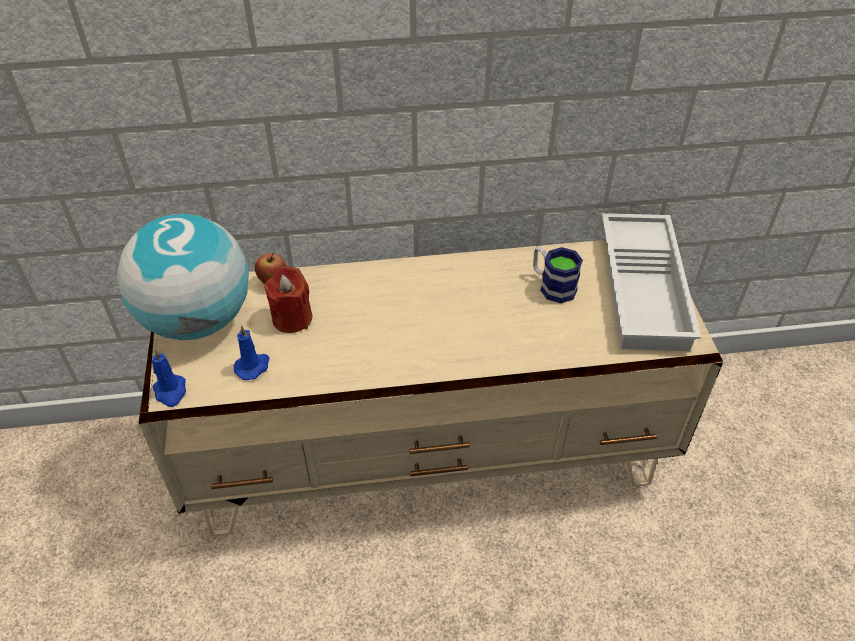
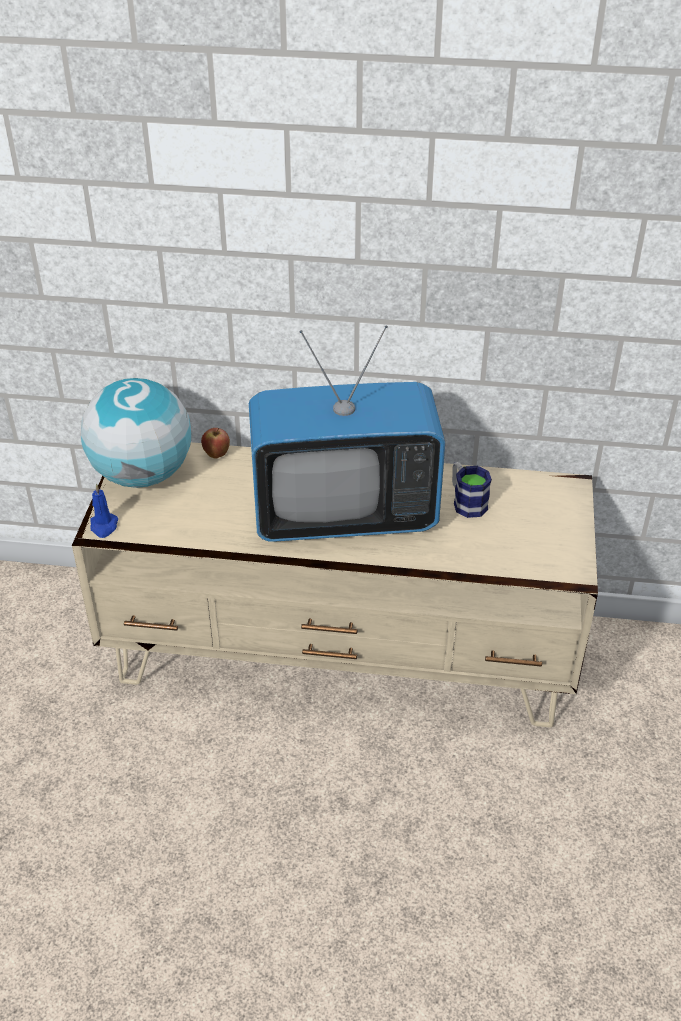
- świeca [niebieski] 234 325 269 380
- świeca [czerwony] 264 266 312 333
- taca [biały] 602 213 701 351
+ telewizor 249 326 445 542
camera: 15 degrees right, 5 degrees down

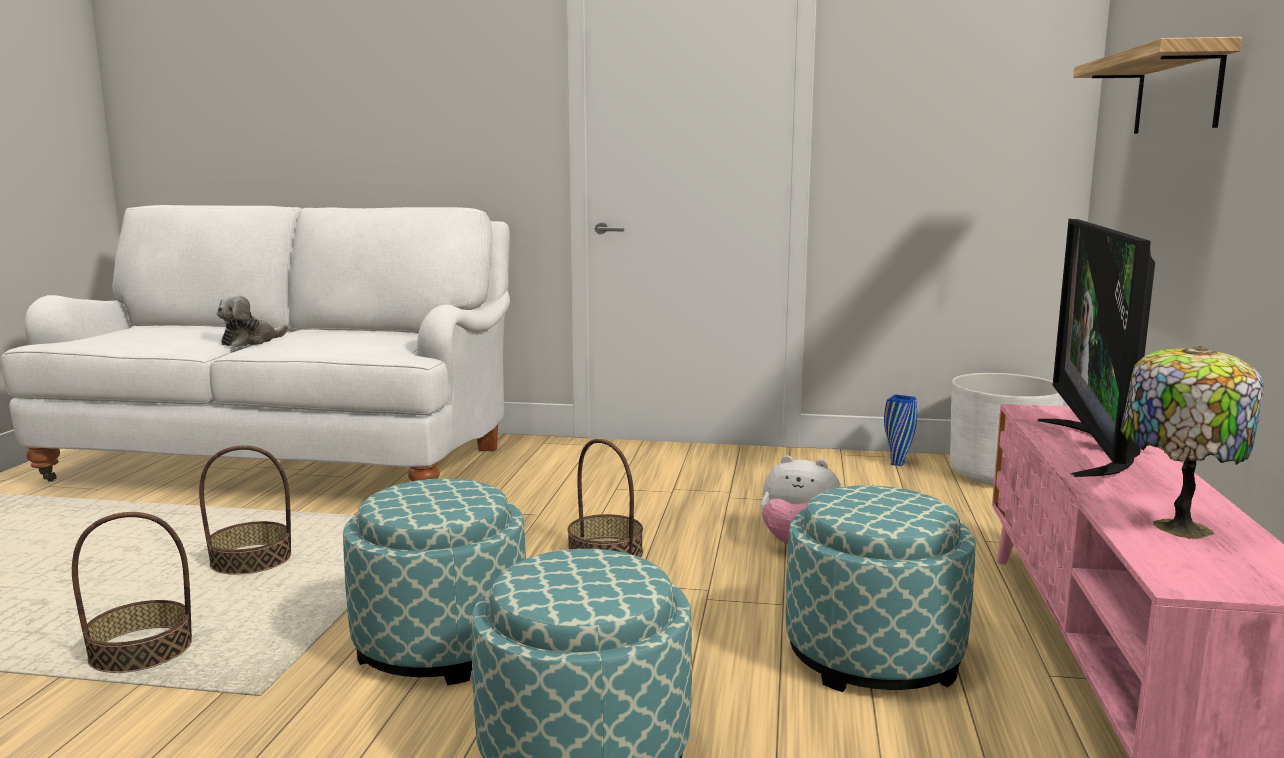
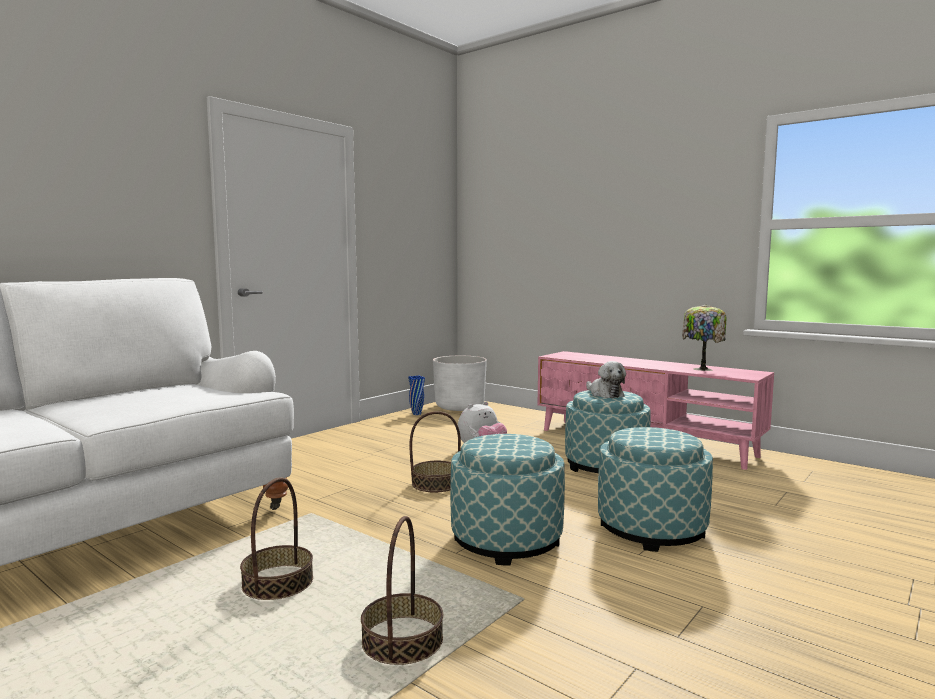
- telewizor 1037 219 1155 477
- półka 1073 37 1242 134
~ pluszak 217 294 288 347 to 586 361 626 398
camera: 60 degrees left, 5 degrees down

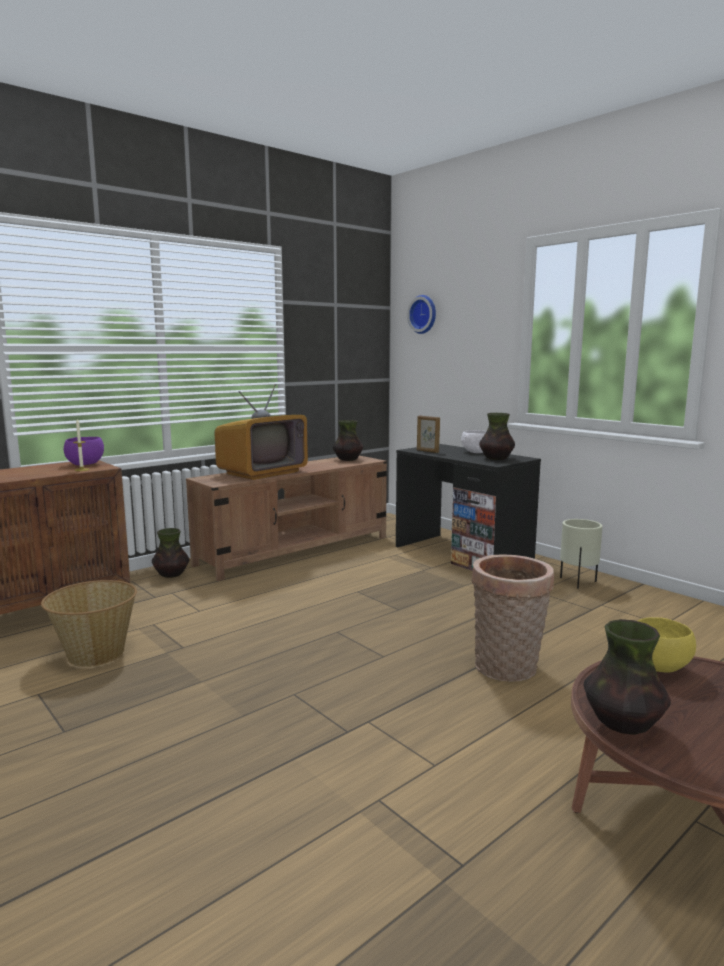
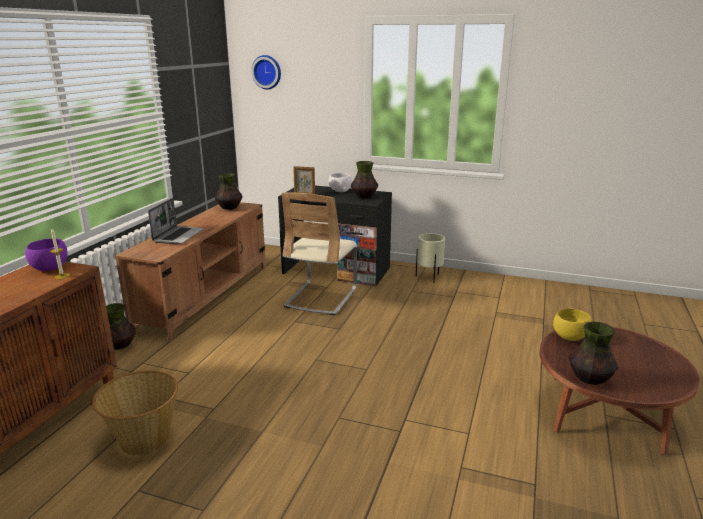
- koszyk 471 554 554 682
+ krzesło [beżowy] 282 193 357 315
~ telewizor 215 384 308 480 to laptop 148 198 204 244
camera: 30 degrees left, 10 degrees up

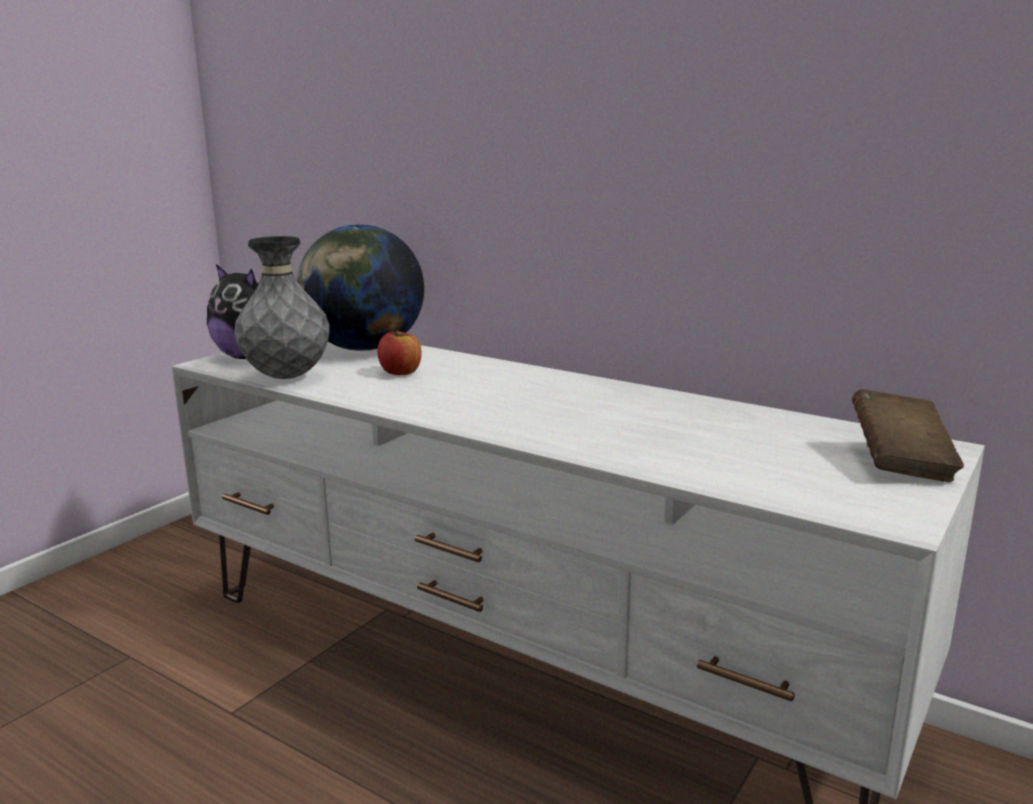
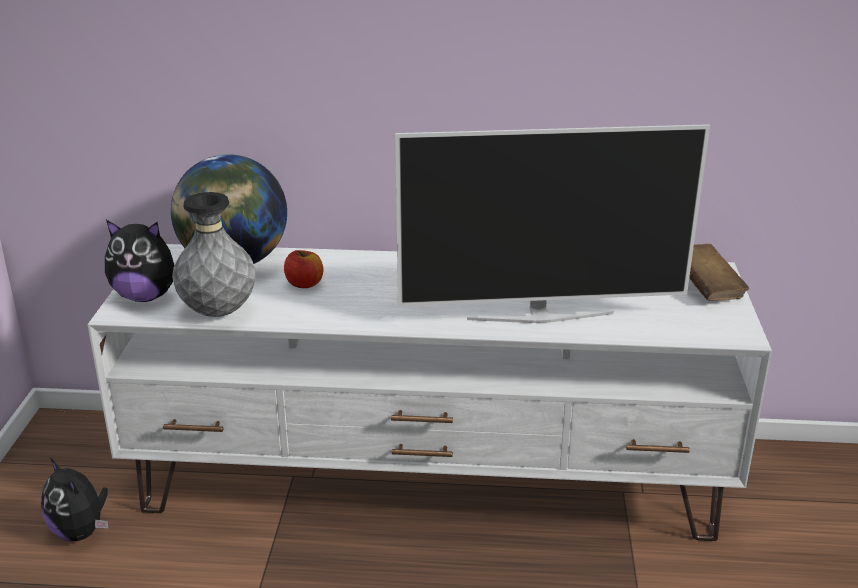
+ pluszak 41 458 109 541
+ telewizor 395 124 710 323
camera: 30 degrees left, 10 degrees up

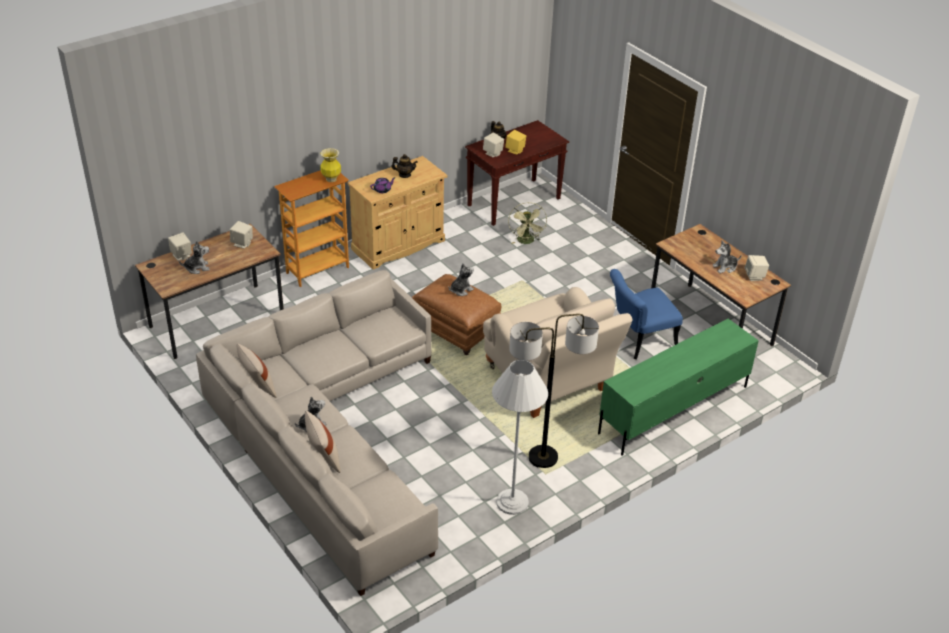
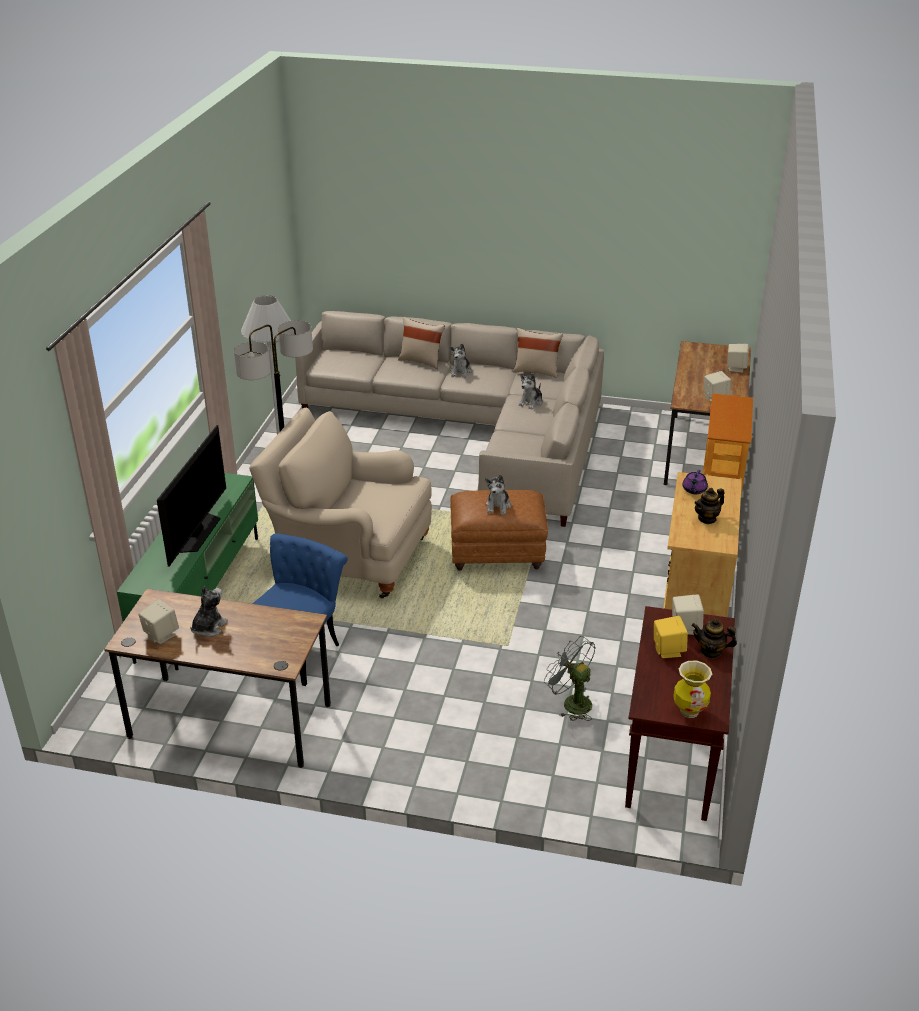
+ telewizor 157 425 226 567
~ pluszak 179 240 210 274 to 519 373 543 409
~ wazon 320 148 341 182 to 673 661 712 718
~ wentylator [zielony] 508 202 547 244 to wentylator [szary] 544 636 596 721
camera: 140 degrees right, 5 degrees down

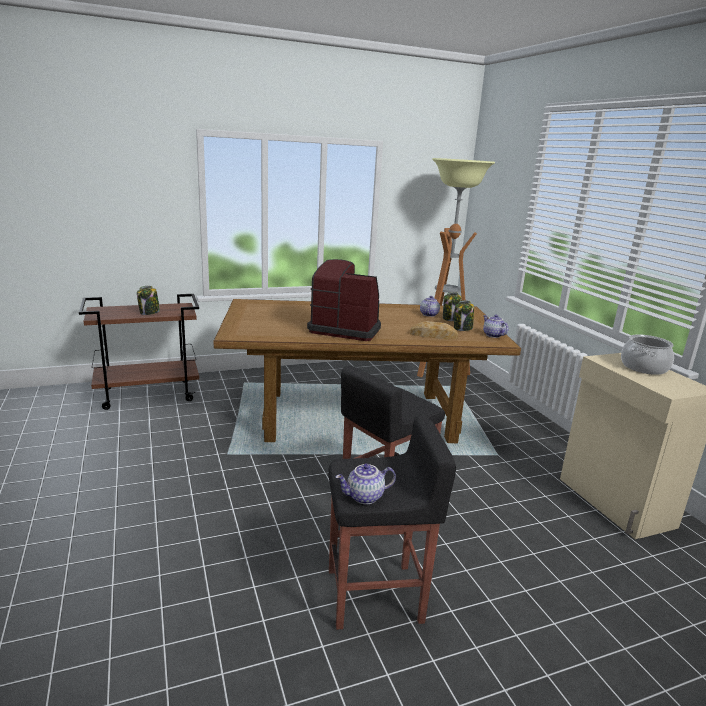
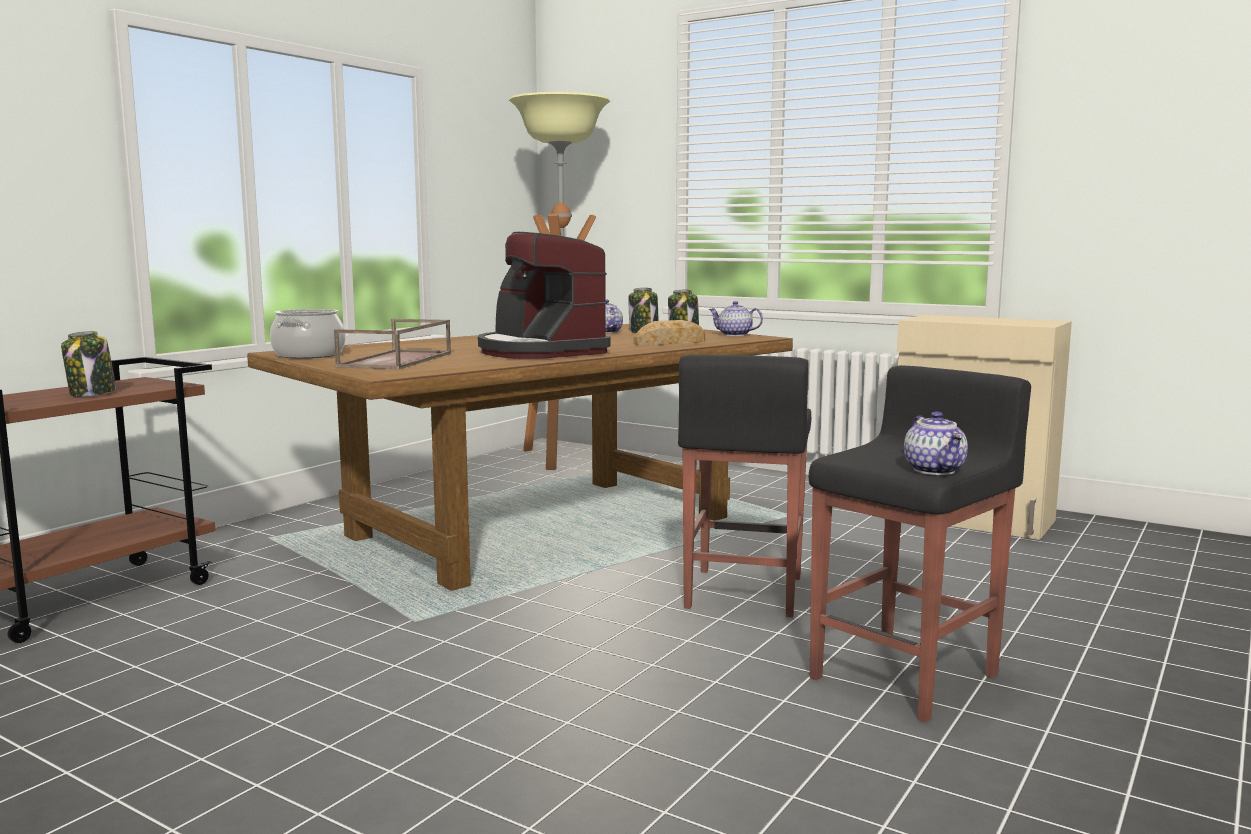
+ taca [brązowy] 334 319 451 370
~ garnek 621 334 674 375 to 270 309 346 358
~ ekspres do kawy 307 259 381 341 = 478 232 611 359 105 degrees counterclockwise
~ imbryk 336 464 396 504 = 904 411 968 475 45 degrees counterclockwise
camera: 35 degrees left, 10 degrees down

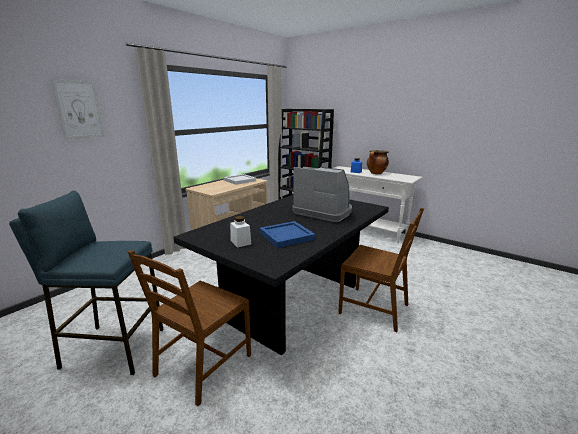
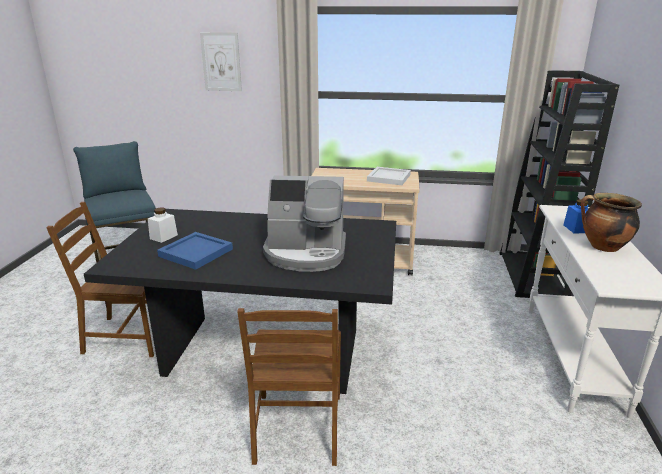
~ ekspres do kawy 292 167 352 222 = 263 175 346 272 90 degrees clockwise
camera: 60 degrees right, 5 degrees up

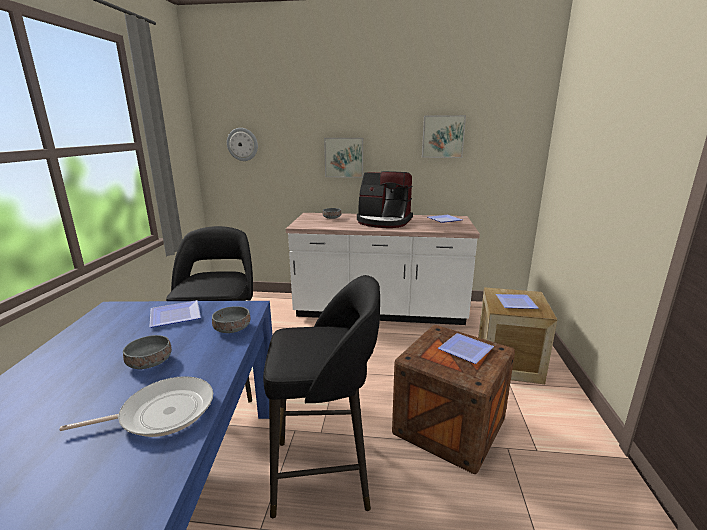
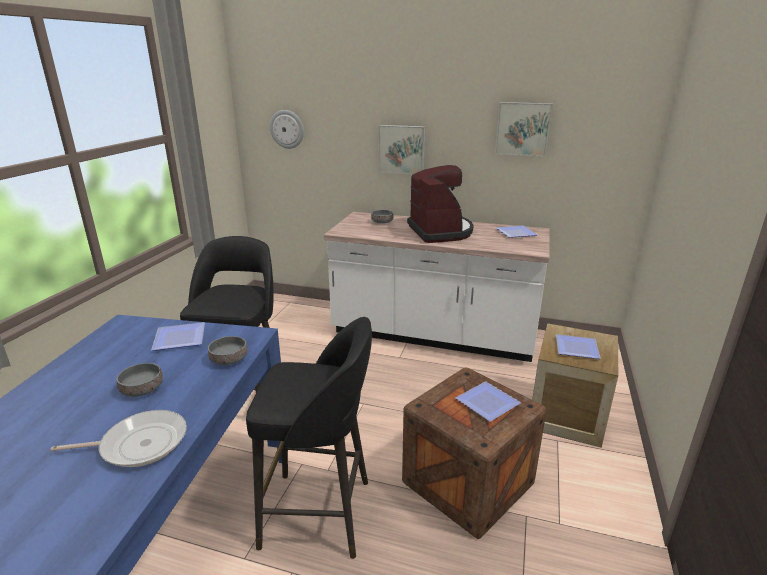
~ ekspres do kawy 357 171 413 228 = 407 165 474 243 135 degrees counterclockwise
camera: 10 degrees right, 5 degrees up

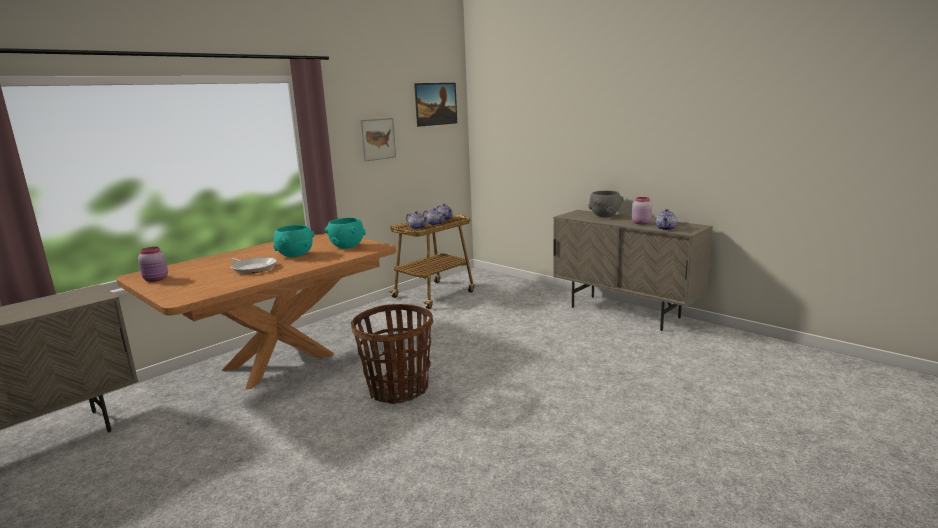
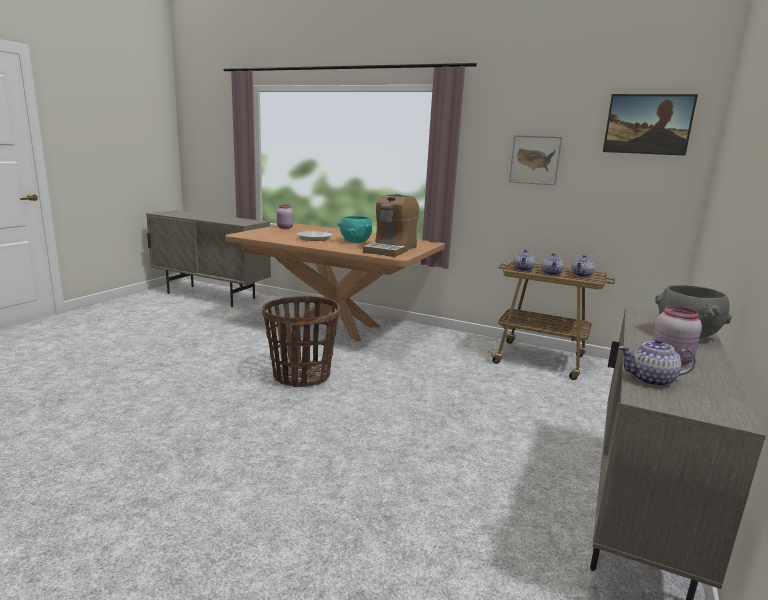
~ miska [turkusowy] 325 218 366 249 to ekspres do kawy 363 194 419 257
camera: 70 degrees right, 0 degrees up

